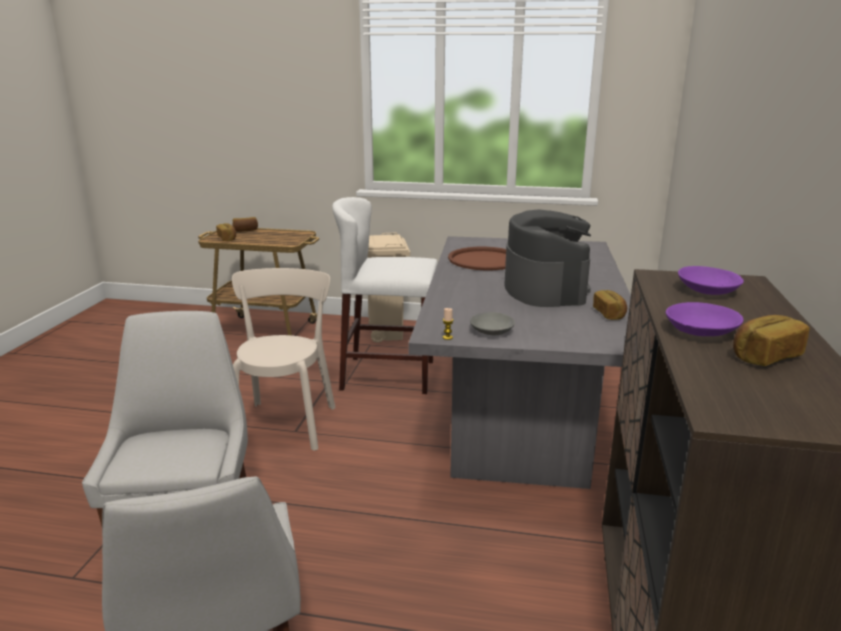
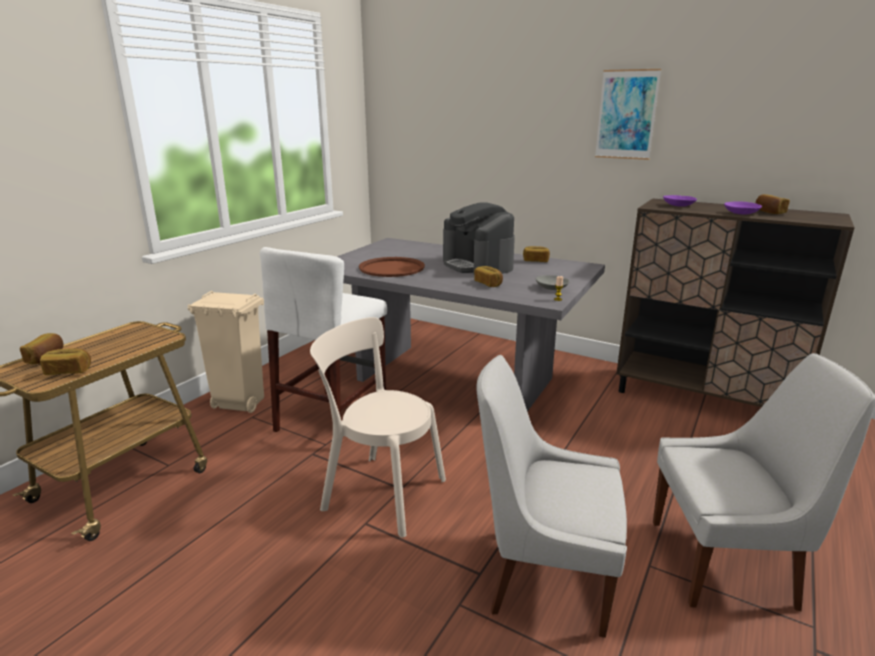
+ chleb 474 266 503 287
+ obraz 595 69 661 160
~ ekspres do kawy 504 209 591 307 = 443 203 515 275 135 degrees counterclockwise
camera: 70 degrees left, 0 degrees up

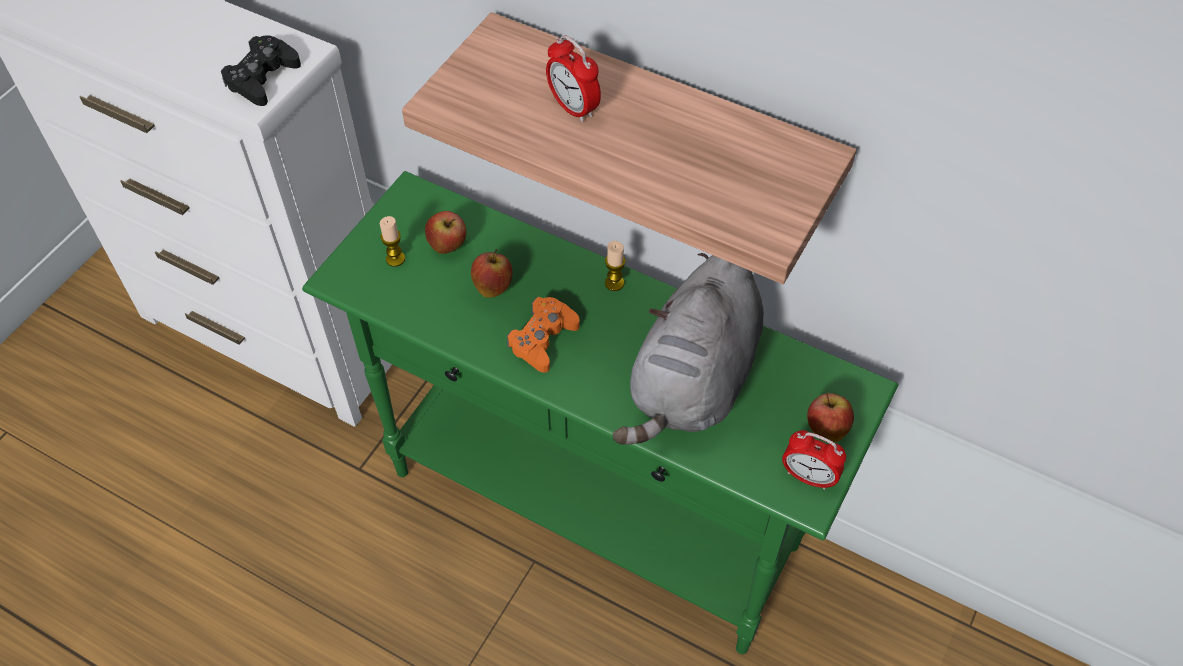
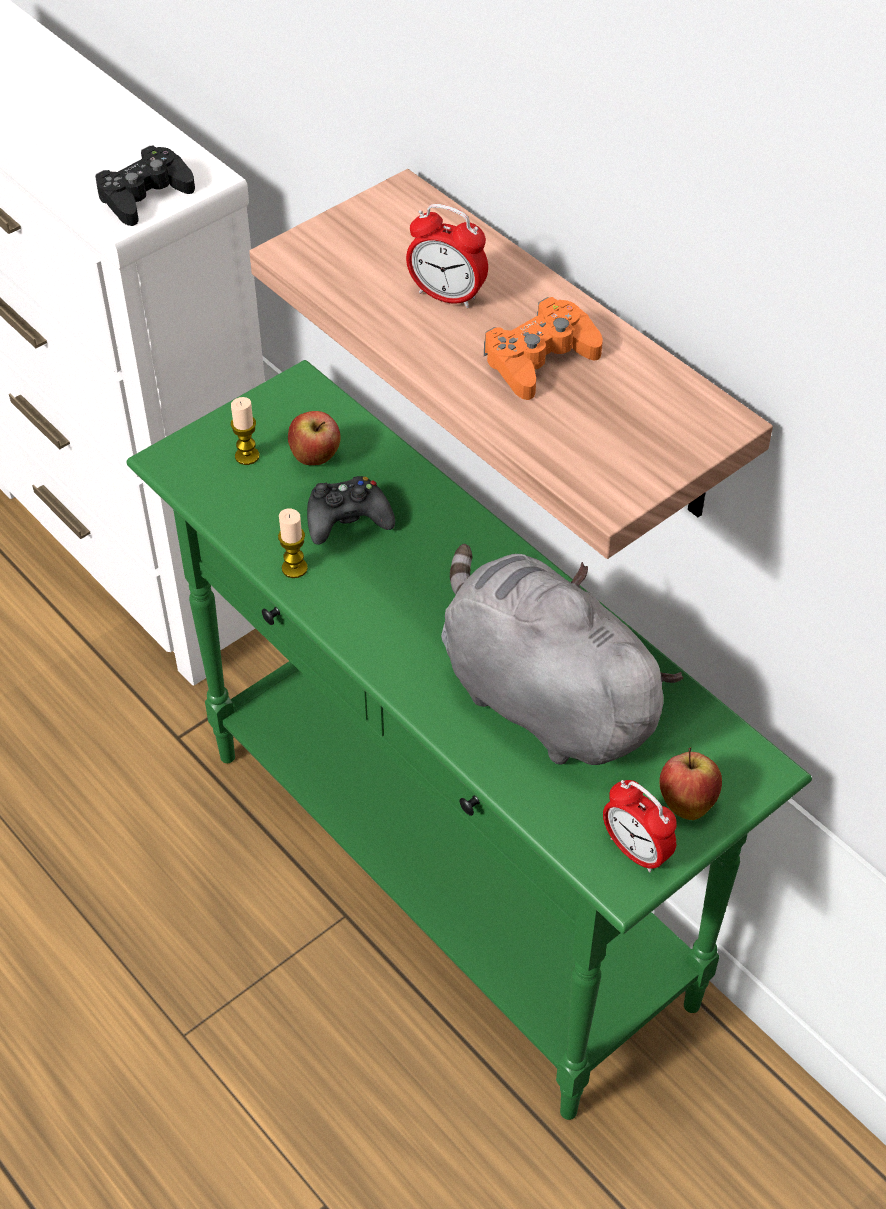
~ pad do gier [pomarańczowy] 507 297 580 373 to 484 297 603 400
~ świeca 605 241 626 291 to 278 509 308 578
~ jabłko 471 249 513 298 to pad do gier [czarny] 307 476 395 545
~ budzik 546 35 601 122 = 406 204 488 308 45 degrees counterclockwise
~ pluszak [szary] 613 253 764 445 = 441 544 683 765 90 degrees clockwise
camera: 20 degrees right, 5 degrees down

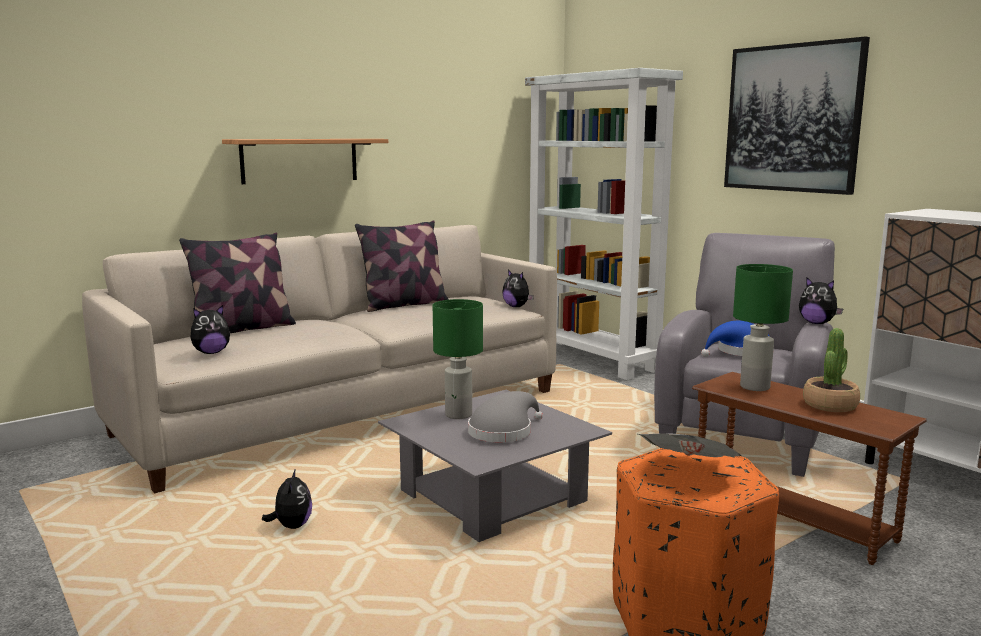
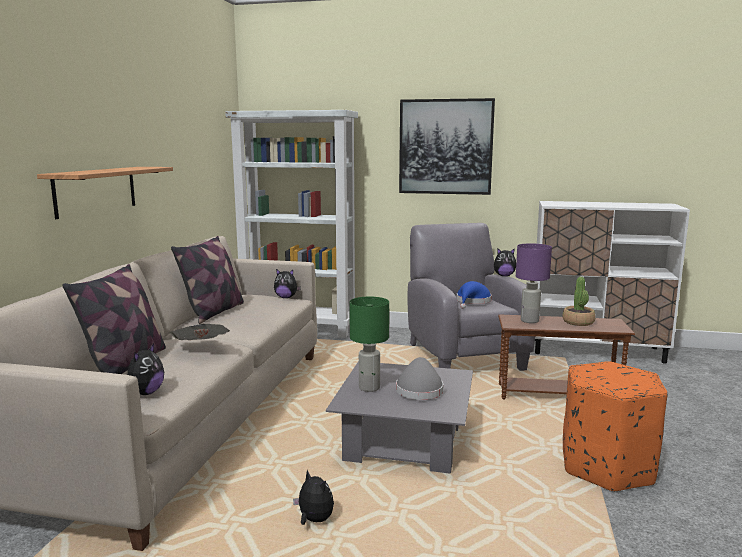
~ gazeta 638 433 742 458 to 168 324 230 340
~ lampa stołowa [zielony] 733 264 793 391 to lampa stołowa [fioletowy] 516 243 552 323
camera: 40 degrees left, 0 degrees up

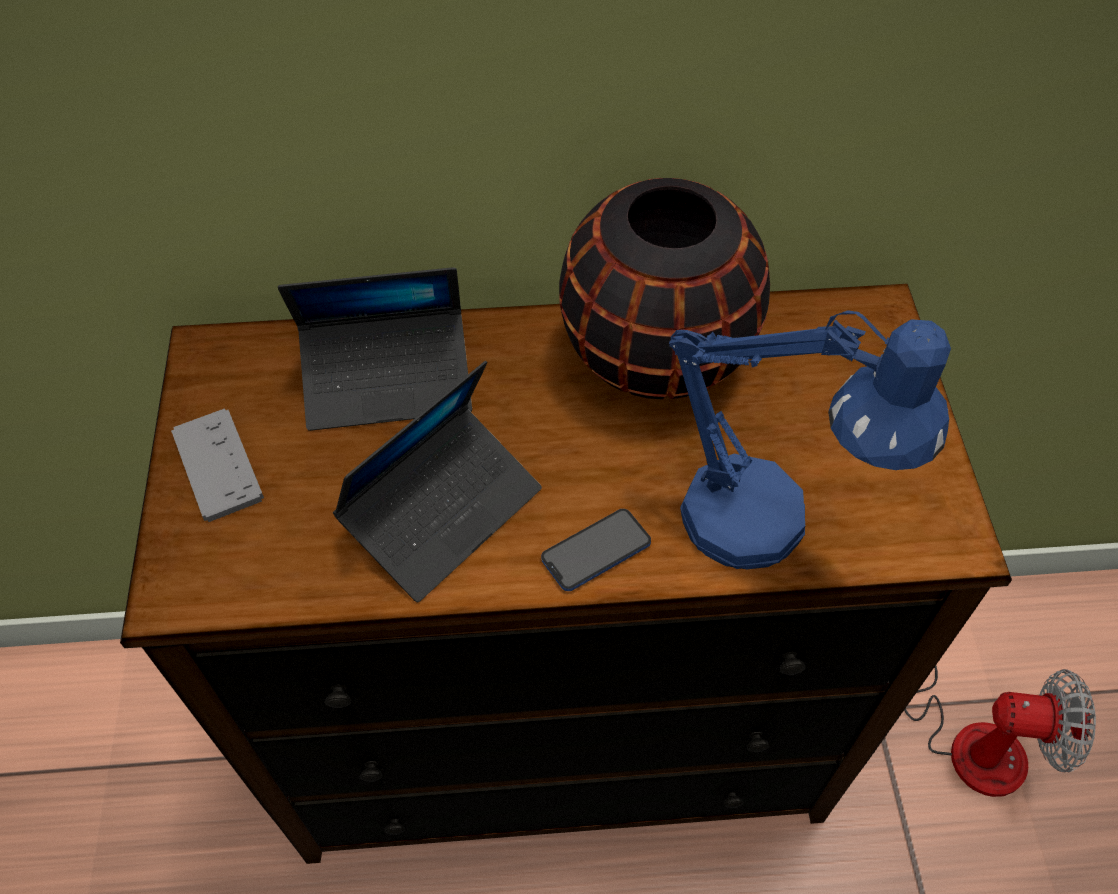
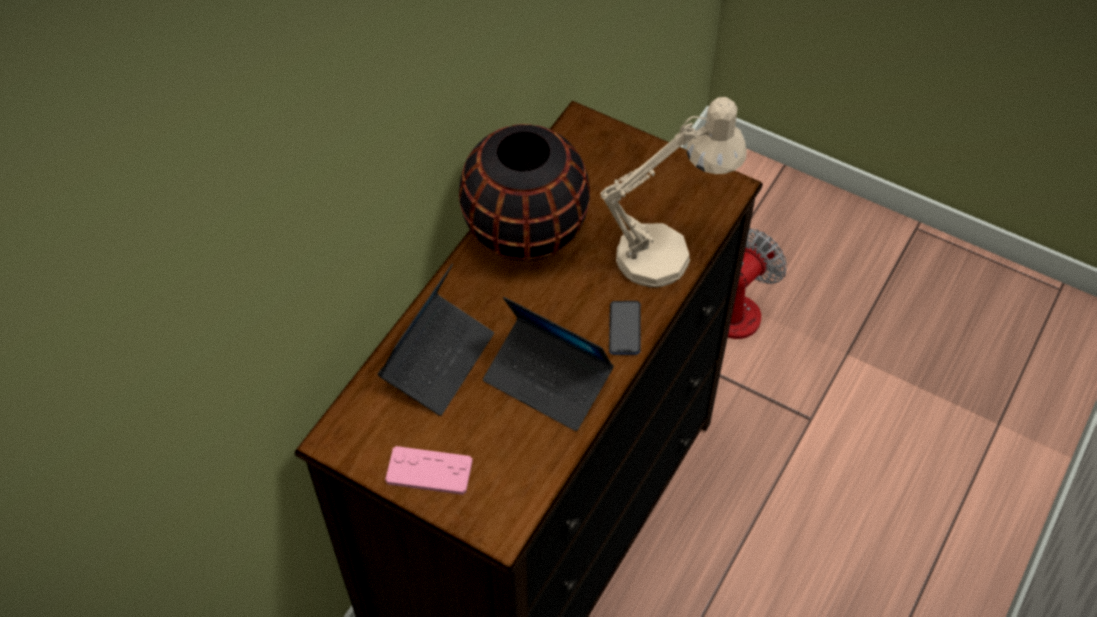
~ pad do gier [szary] 171 408 264 522 to pad do gier [różowy] 385 446 473 495
~ lampa stołowa [niebieski] 669 310 951 569 to lampa stołowa [beżowy] 600 97 747 288
~ laptop 333 361 542 602 = 483 297 614 431 135 degrees clockwise
camera: 55 degrees left, 0 degrees up

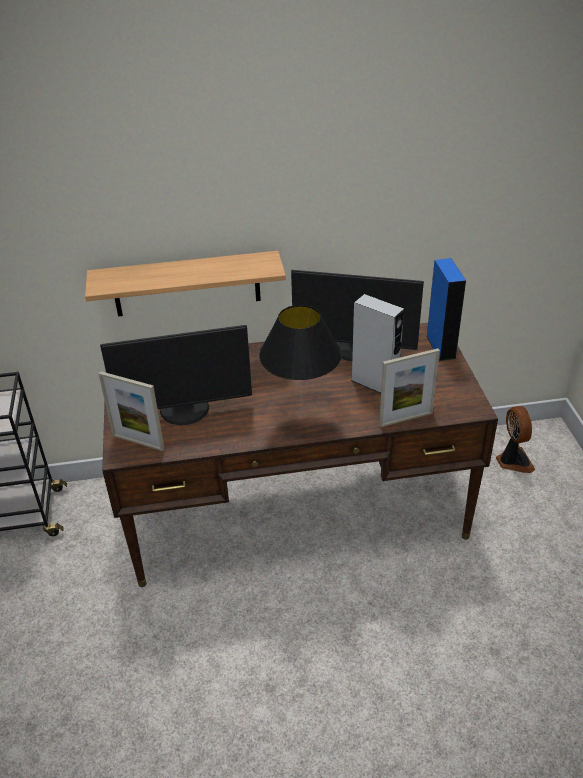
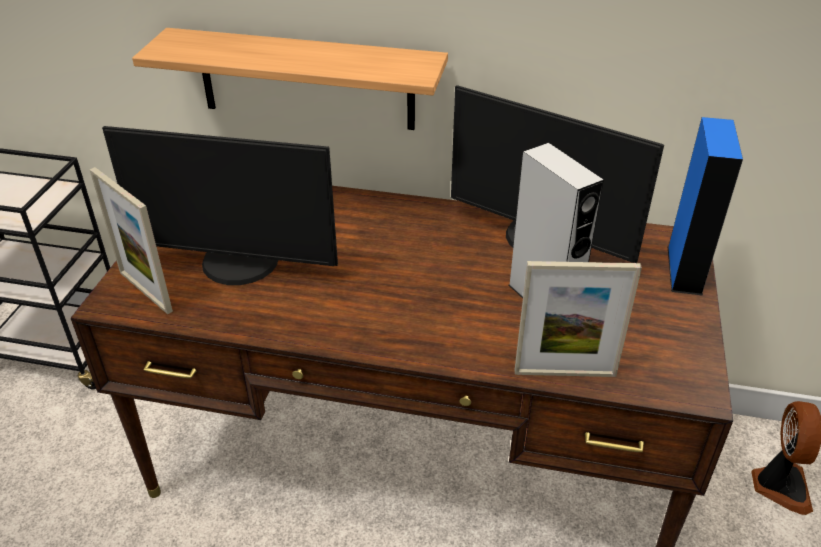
- lampa stołowa [czarny] 259 305 342 419
camera: 20 degrees right, 0 degrees up

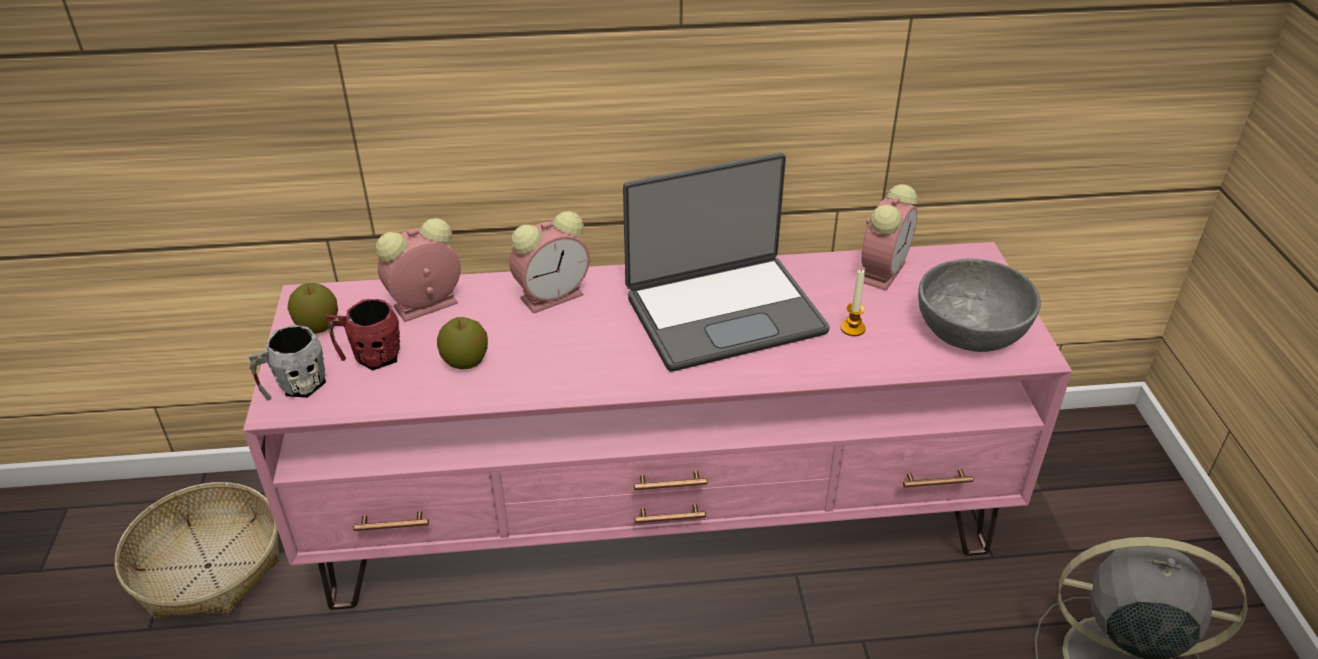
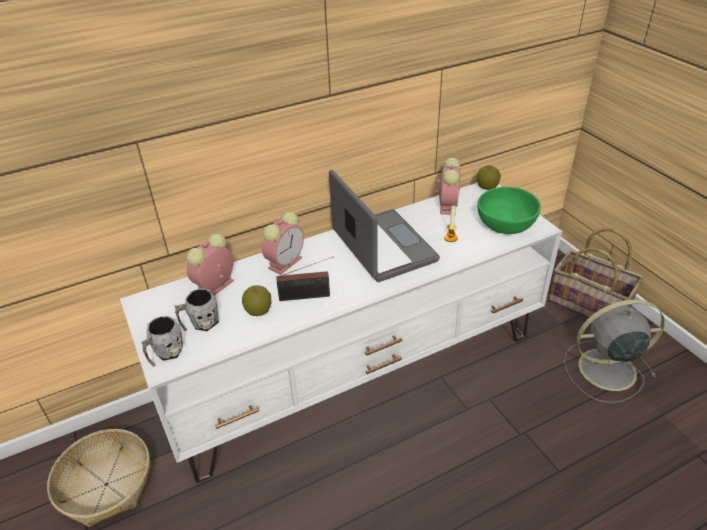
+ radio 277 257 333 301
+ koszyk 548 228 644 318
~ jabłko 288 283 338 334 to 477 165 501 190
~ szafka pod telewizor [różowy] 243 242 1072 610 to szafka pod telewizor [biały] 120 183 562 483
~ kubek [czerwony] 326 299 400 371 to kubek [szary] 174 289 219 331
~ miska [szary] 918 258 1041 352 to miska [zielony] 477 187 541 234
~ laptop 623 153 830 372 = 329 170 440 282 75 degrees counterclockwise
camera: 20 degrees left, 0 degrees up

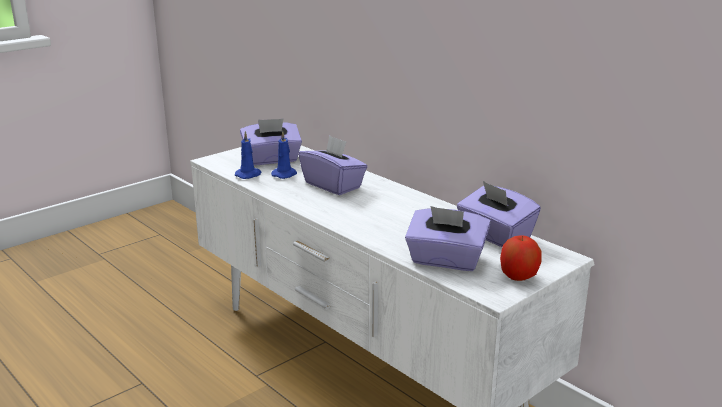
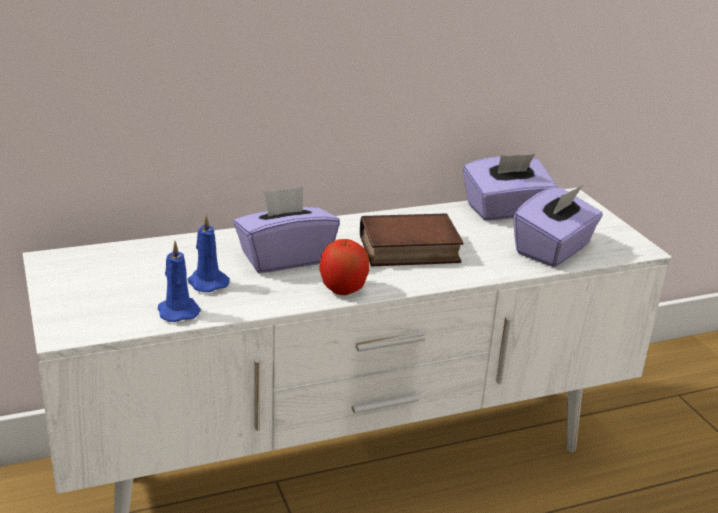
- pudełko chusteczek [fioletowy] 240 119 302 165
+ książka 360 214 464 266
~ jabłko 500 235 542 281 to 320 239 369 295
camera: 70 degrees left, 5 degrees up

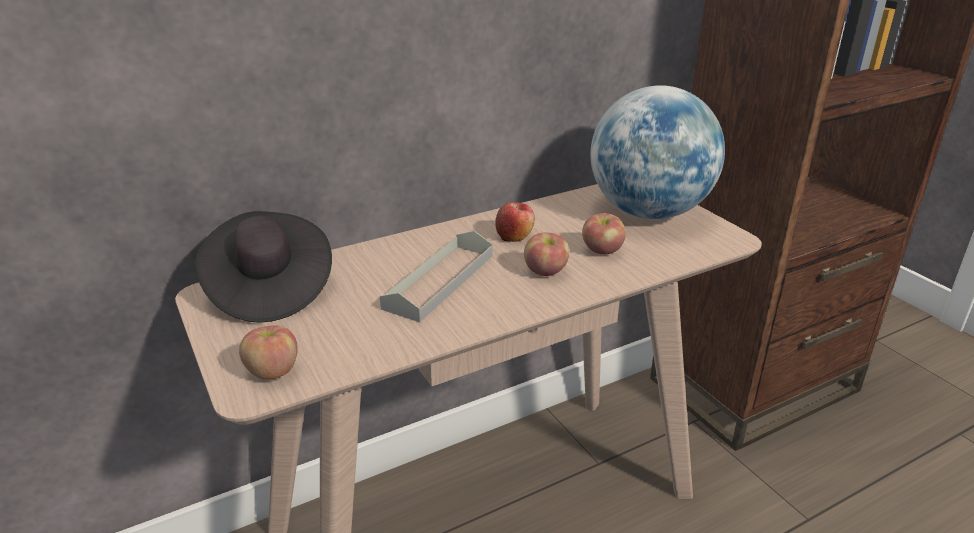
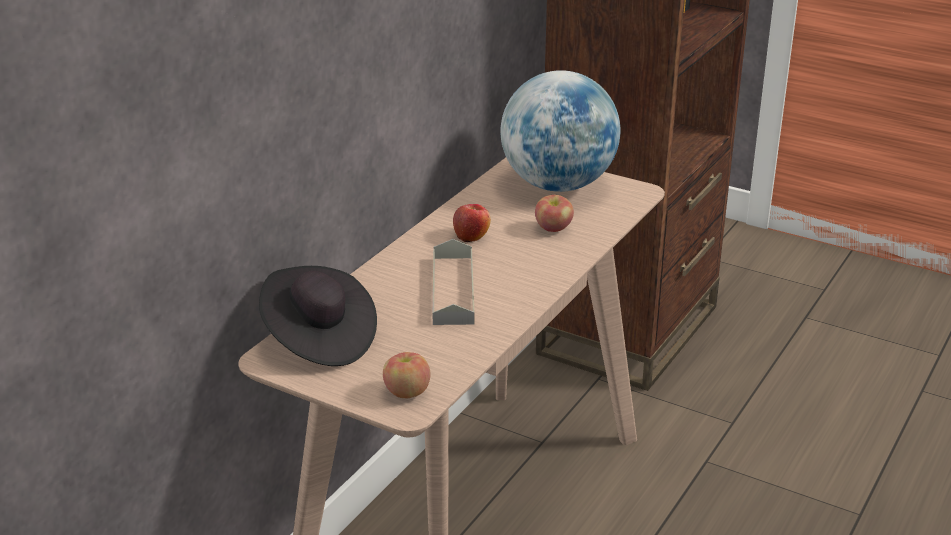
- jabłko 524 232 569 276
camera: 30 degrees left, 0 degrees up

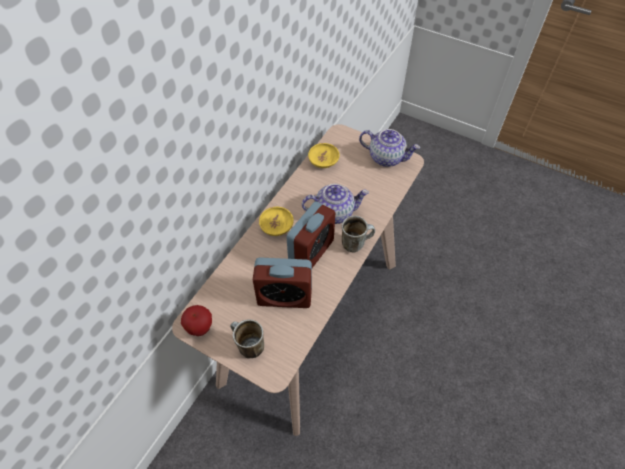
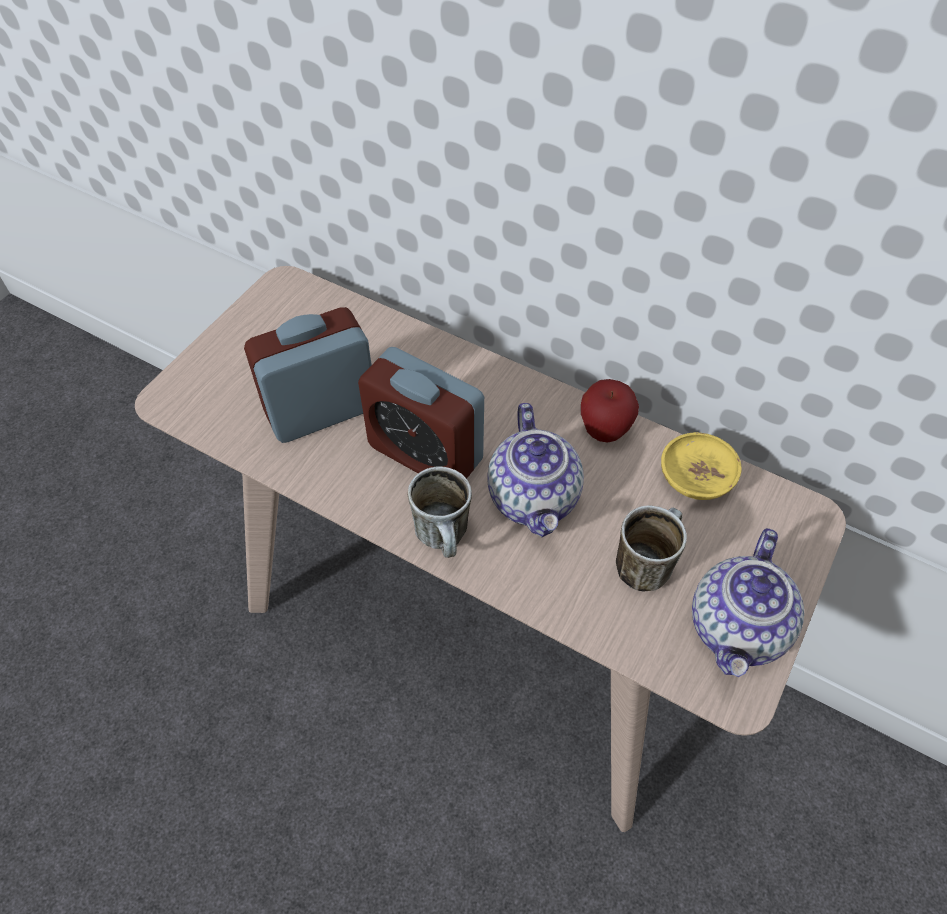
- miska [żółty] 259 207 294 236
~ jabłko 181 305 212 336 to 581 379 639 443
~ kubek 230 319 264 359 to 616 506 687 592
~ budzik 253 257 312 308 = 244 307 372 443 60 degrees clockwise
camera: 90 degrees right, 0 degrees up

